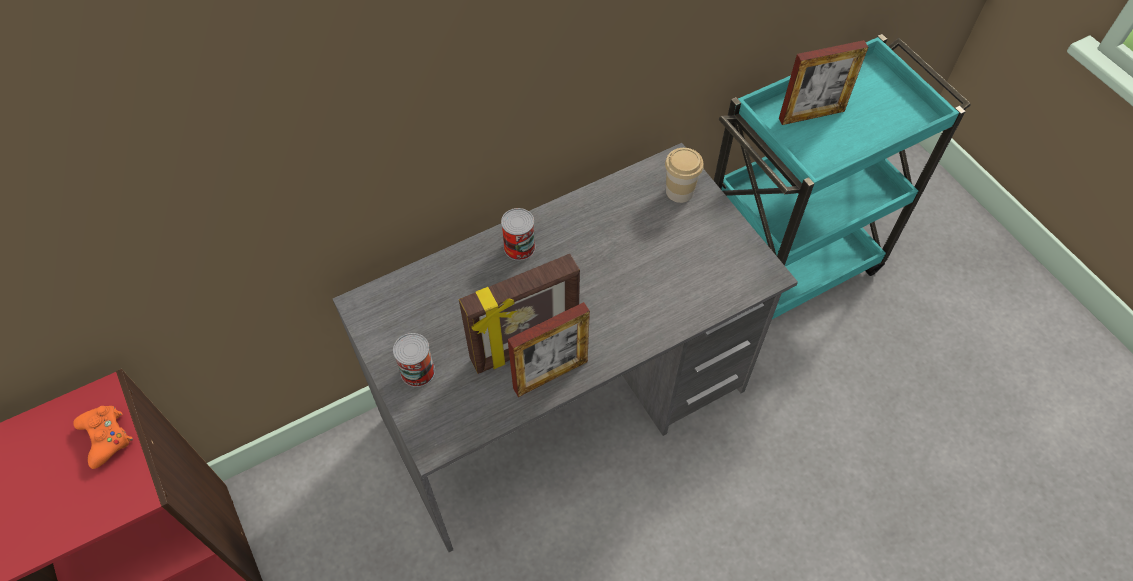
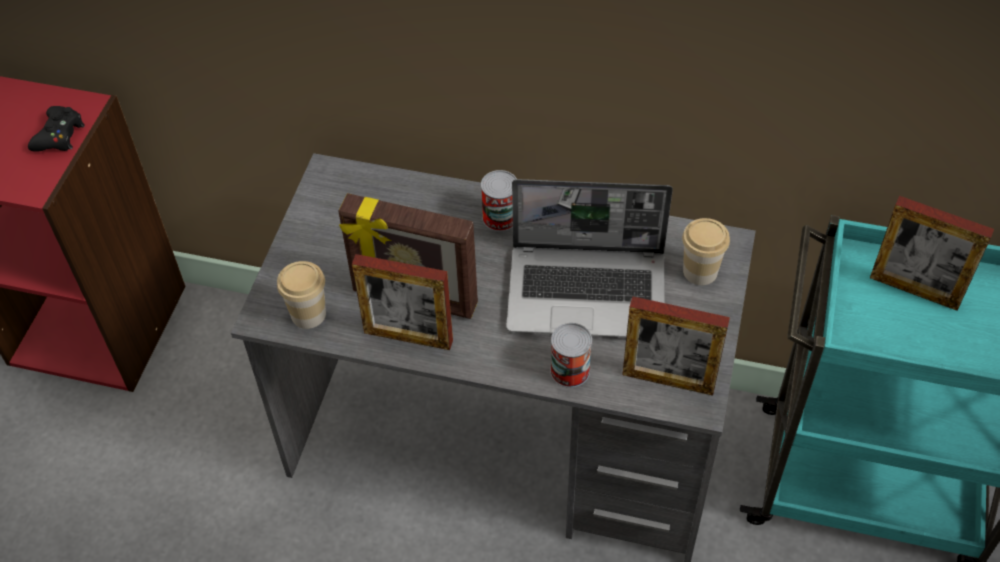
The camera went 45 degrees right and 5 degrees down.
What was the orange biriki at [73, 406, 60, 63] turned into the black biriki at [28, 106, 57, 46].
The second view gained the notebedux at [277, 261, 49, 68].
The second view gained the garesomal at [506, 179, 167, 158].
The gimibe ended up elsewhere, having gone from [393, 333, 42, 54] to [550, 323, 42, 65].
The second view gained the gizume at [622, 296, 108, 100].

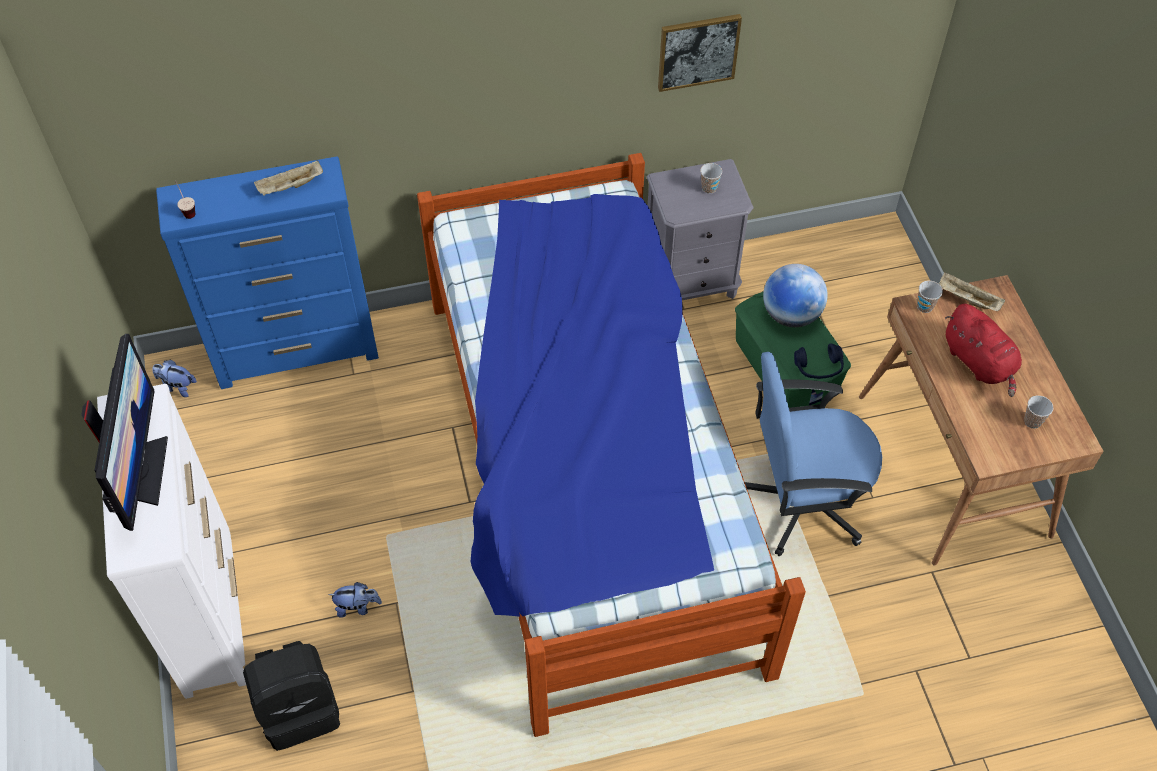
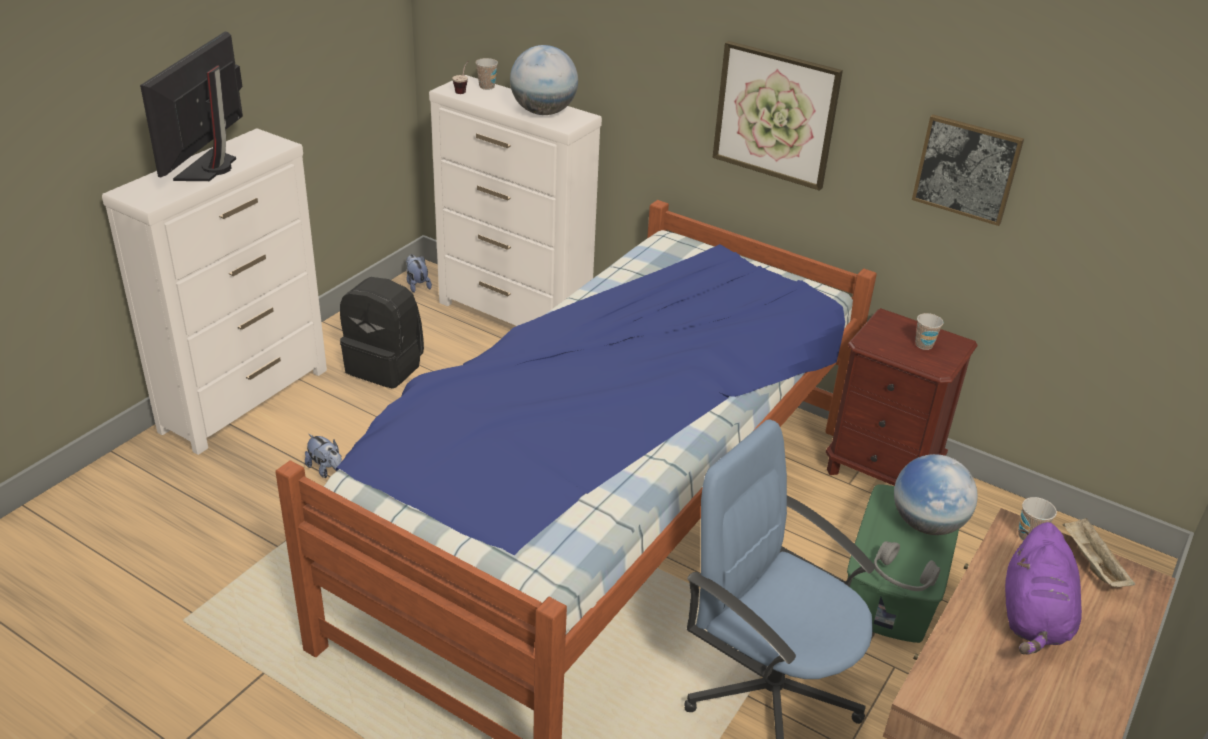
The camera went 45 degrees right and 20 degrees down.
The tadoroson at [81, 334, 87, 197] ended up facing another way, 150 degrees clockwise from before.
The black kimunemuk ended up elsewhere, having gone from [243, 641, 97, 110] to [340, 277, 84, 111].
What was the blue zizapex at [156, 156, 223, 233] turned into the white zizapex at [429, 75, 173, 251].
The notebedux ended up elsewhere, having gone from [1024, 395, 29, 34] to [475, 58, 23, 32].
Where the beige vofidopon stood at [254, 160, 69, 36], the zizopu came to stand at [510, 45, 68, 70].
The second view gained the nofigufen at [713, 41, 130, 150].
What was the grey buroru at [647, 159, 107, 141] turned into the brown buroru at [826, 308, 152, 178].
What was the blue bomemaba at [794, 344, 50, 35] turned into the grey bomemaba at [874, 541, 66, 50].
What was the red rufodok at [945, 304, 77, 93] turned into the purple rufodok at [1005, 522, 77, 133].

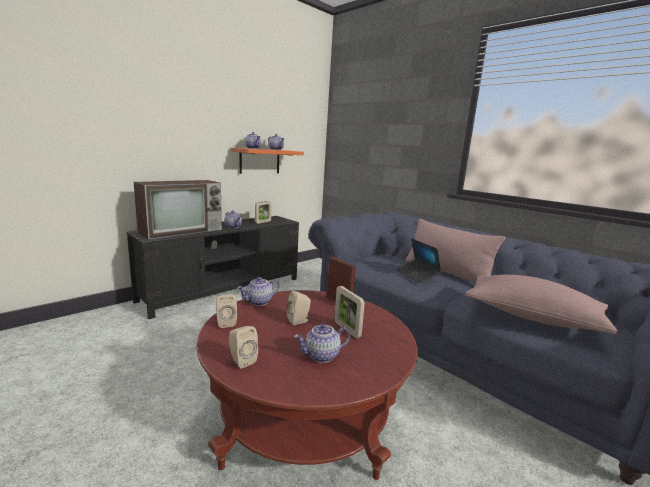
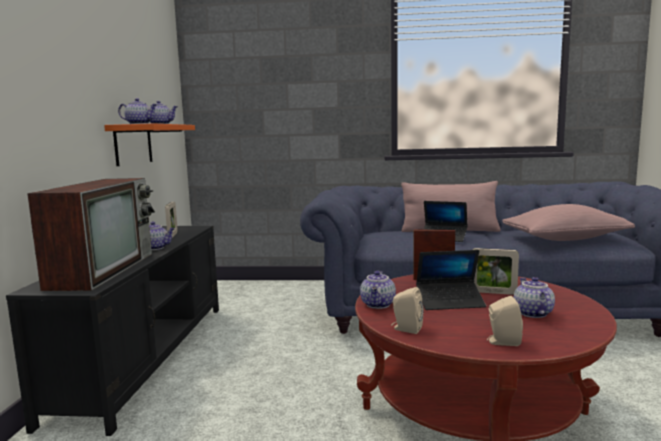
The camera went 40 degrees left and 5 degrees down.
Where the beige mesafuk stood at [287, 291, 24, 34], the garesomal came to stand at [416, 250, 70, 60].
The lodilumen at [294, 324, 56, 39] ended up facing another way, 150 degrees clockwise from before.

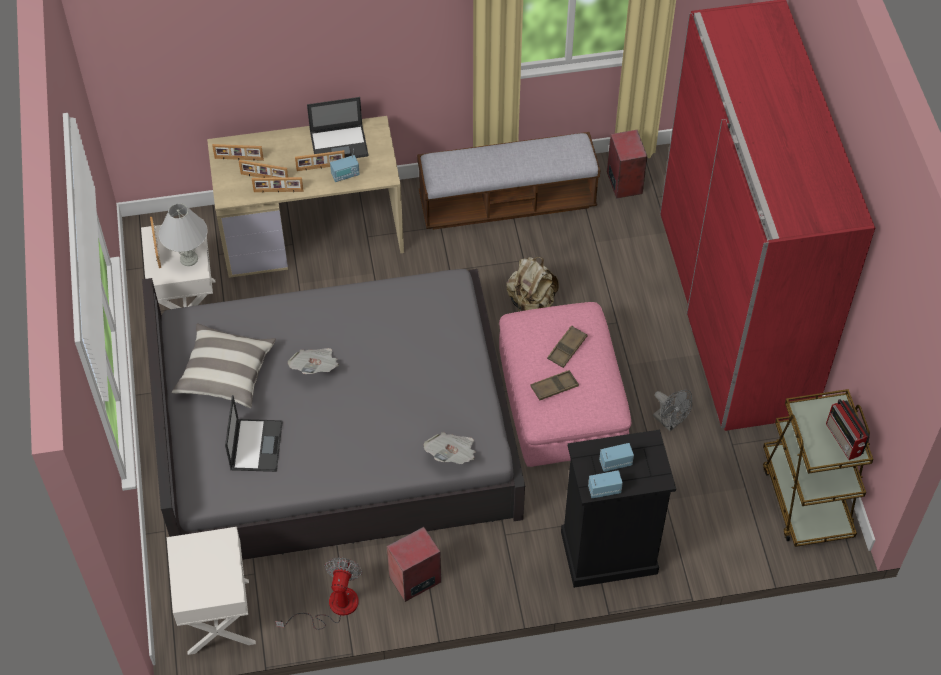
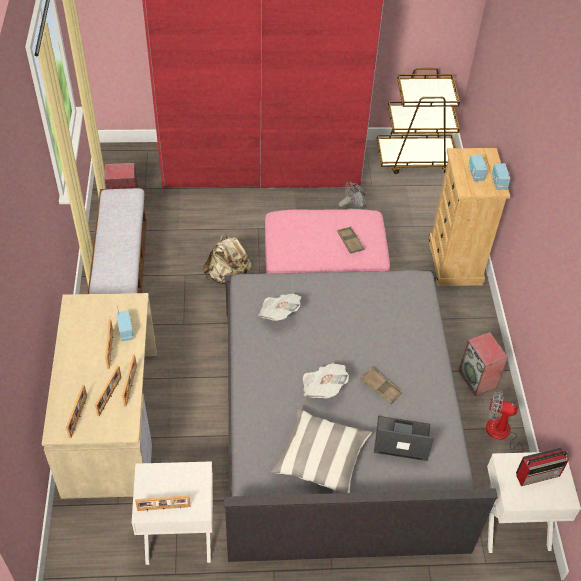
The camera went 85 degrees left and 5 degrees down.
The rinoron ended up elsewhere, having gone from [424, 432, 52, 32] to [258, 293, 43, 28].
The brown vofidopon ended up elsewhere, having gone from [547, 325, 41, 43] to [360, 367, 42, 37].
What was the black zizapex at [561, 430, 115, 158] turned into the beige zizapex at [429, 148, 81, 138].
The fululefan ended up elsewhere, having gone from [826, 399, 44, 61] to [516, 447, 53, 39].
The second view lost the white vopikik at [159, 203, 48, 63].
The second view lost the garesomal at [307, 97, 62, 61].

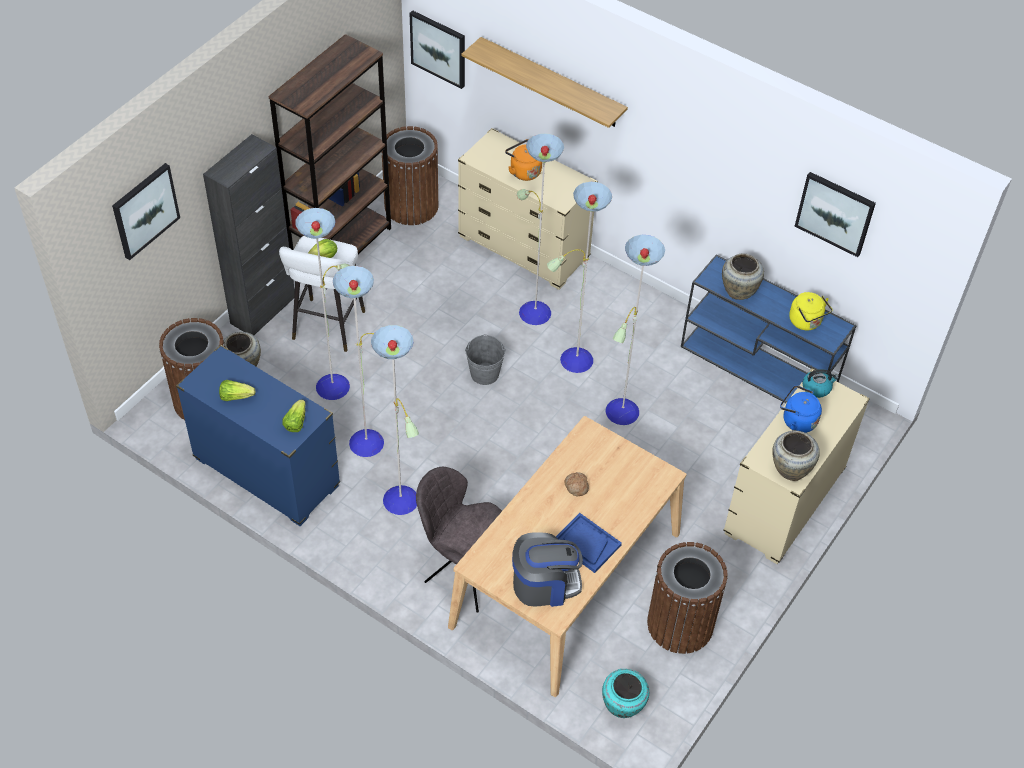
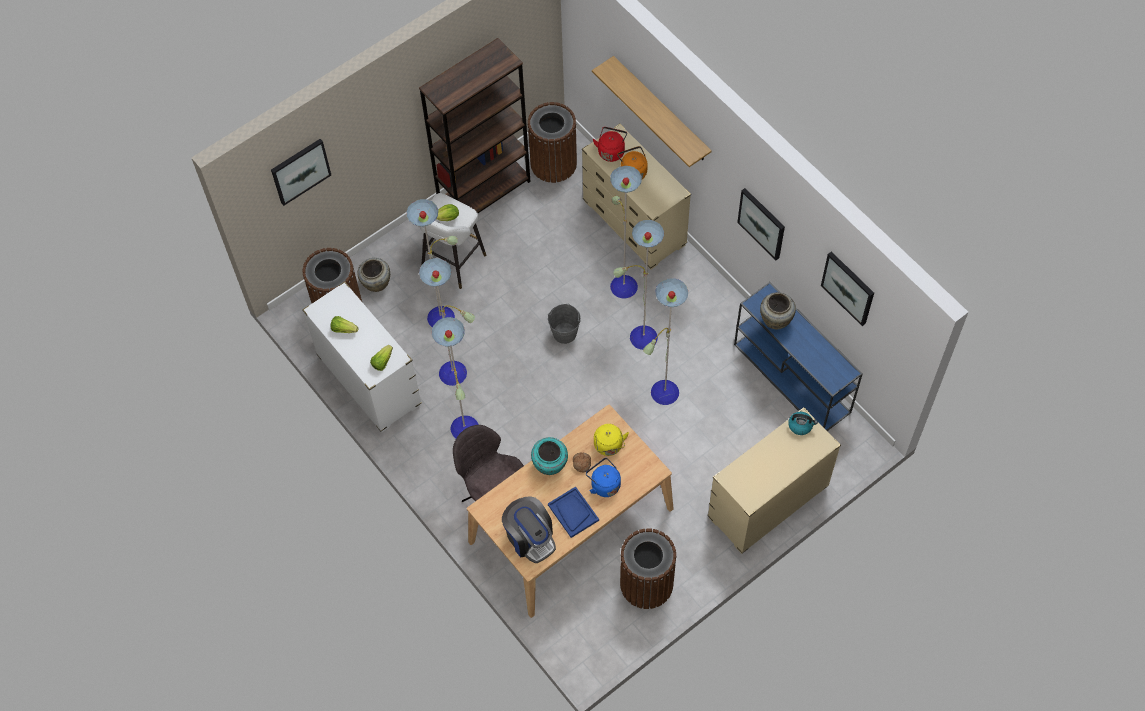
The camera went 20 degrees right and 10 degrees up.
What was the blue zizapex at [176, 345, 164, 181] turned into the white zizapex at [302, 281, 120, 151].
The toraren at [512, 532, 71, 75] ended up facing another way, 45 degrees clockwise from before.
The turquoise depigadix ended up elsewhere, having gone from [602, 669, 47, 49] to [531, 437, 37, 38].
The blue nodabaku ended up elsewhere, having gone from [780, 385, 42, 48] to [586, 458, 35, 39].
The second view gained the red nodabaku at [593, 127, 34, 35].
The yellow nodabaku ended up elsewhere, having gone from [789, 292, 43, 38] to [594, 424, 35, 32].
The nofigufen ended up elsewhere, having gone from [410, 10, 55, 79] to [737, 188, 48, 72].
The second view lost the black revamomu at [203, 134, 92, 201].
The second view lost the beige depigadix at [772, 431, 48, 50].

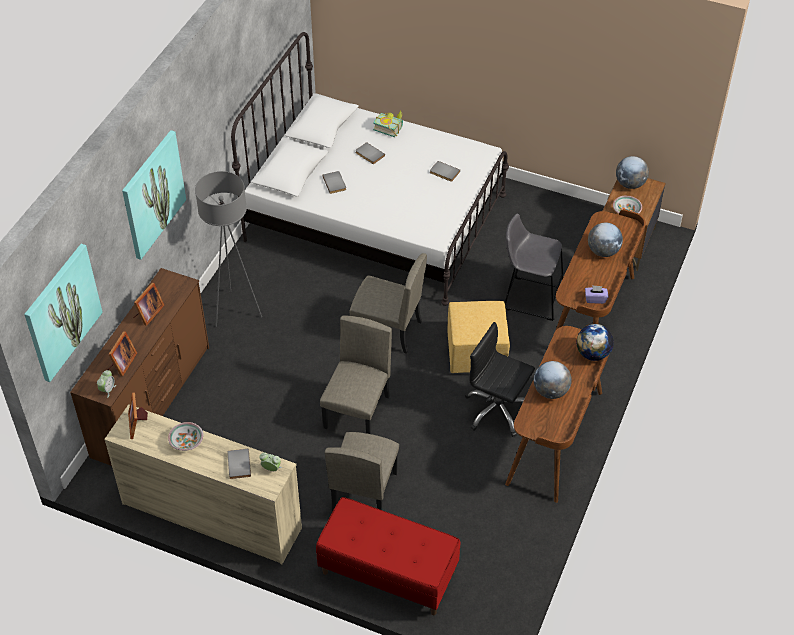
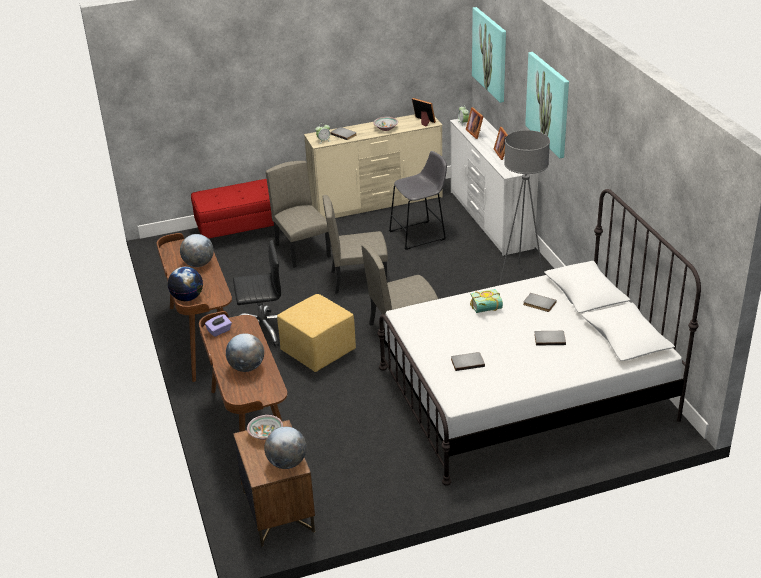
The camera went 140 degrees right and 15 degrees down.
The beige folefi at [320, 315, 72, 119] ended up facing another way, 105 degrees clockwise from before.
The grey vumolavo ended up elsewhere, having gone from [505, 214, 58, 107] to [389, 151, 58, 99].
What was the brown zizapex at [70, 268, 139, 198] turned into the white zizapex at [450, 117, 89, 139].
The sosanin ended up elsewhere, having gone from [373, 111, 30, 26] to [470, 289, 33, 24].

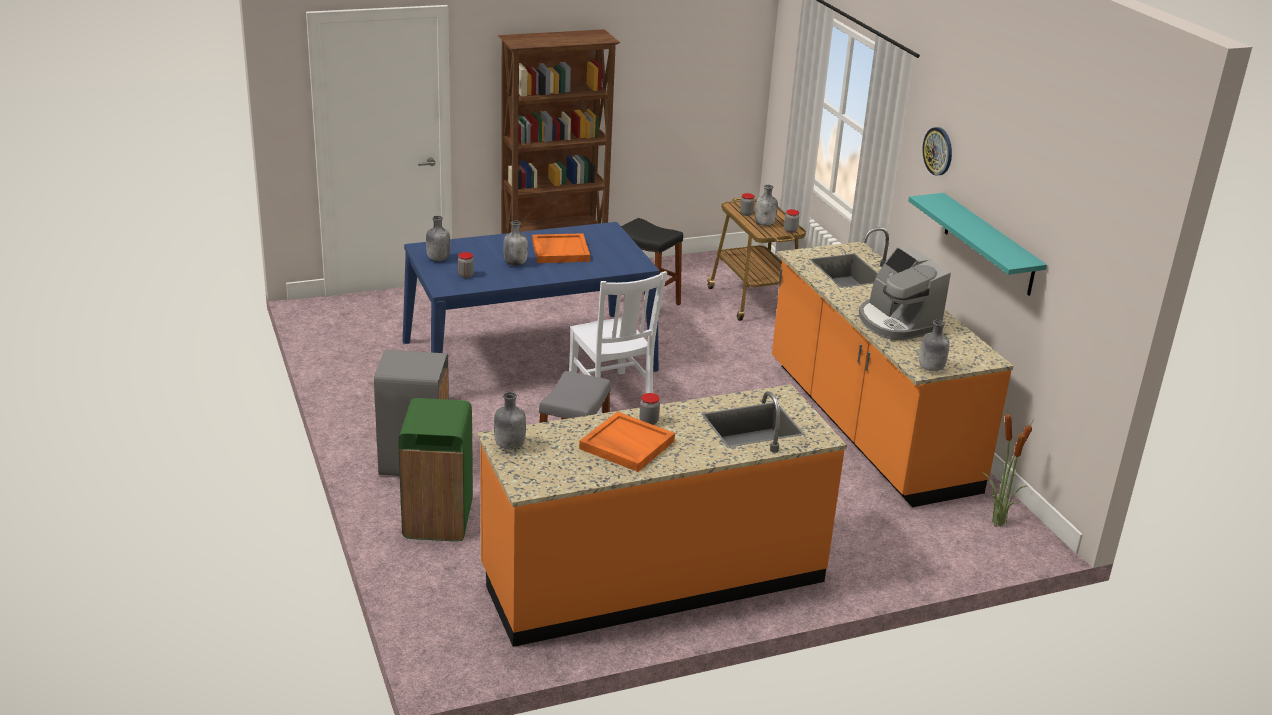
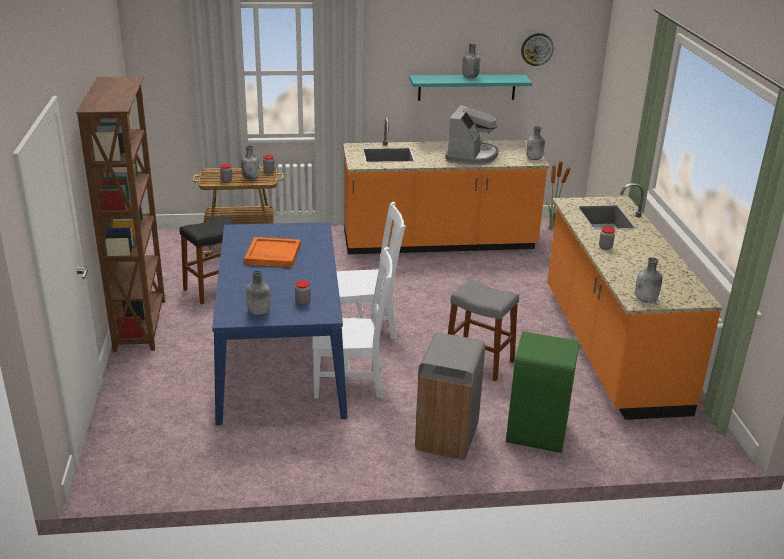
The camera went 75 degrees left and 0 degrees up.
The second view gained the white folefi at [312, 247, 81, 151].
The toraren at [859, 247, 92, 93] ended up facing another way, 60 degrees counterclockwise from before.
The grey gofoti ended up elsewhere, having gone from [503, 220, 25, 46] to [462, 44, 18, 34].
The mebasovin ended up elsewhere, having gone from [922, 127, 30, 49] to [521, 33, 33, 33].
The second view lost the orange vofidopon at [579, 412, 96, 60].

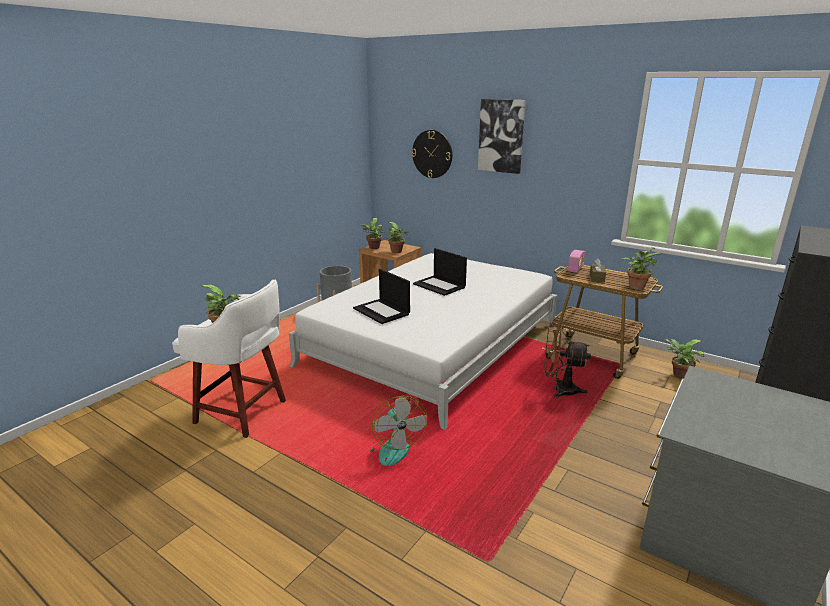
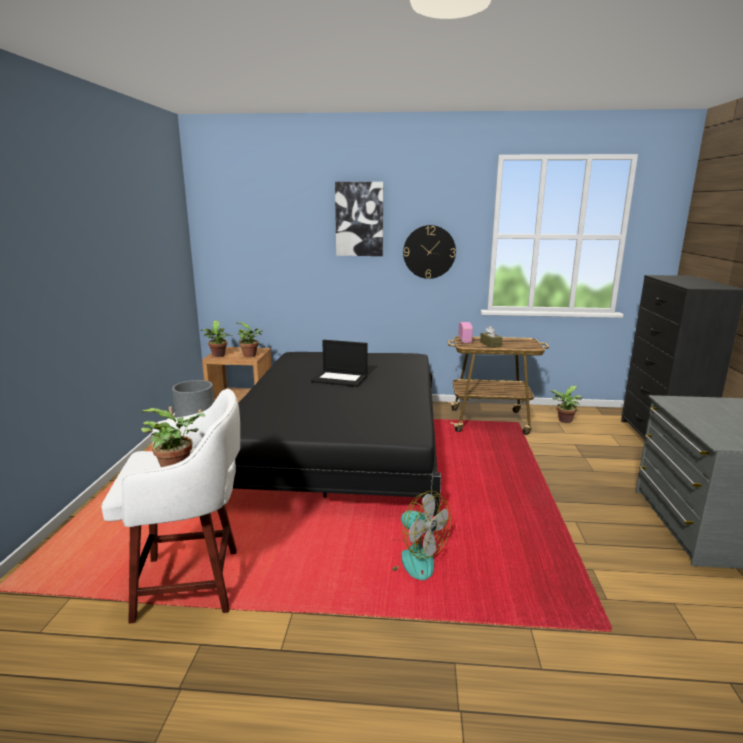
The camera went 30 degrees left and 5 degrees down.
What was the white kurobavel at [289, 253, 268, 177] turned into the black kurobavel at [233, 352, 208, 165].
The mebasovin ended up elsewhere, having gone from [412, 130, 40, 48] to [403, 225, 53, 54].
The second view lost the garesomal at [353, 269, 57, 55].
The second view lost the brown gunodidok at [543, 326, 48, 72].
The second view lost the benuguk at [621, 247, 39, 43].

